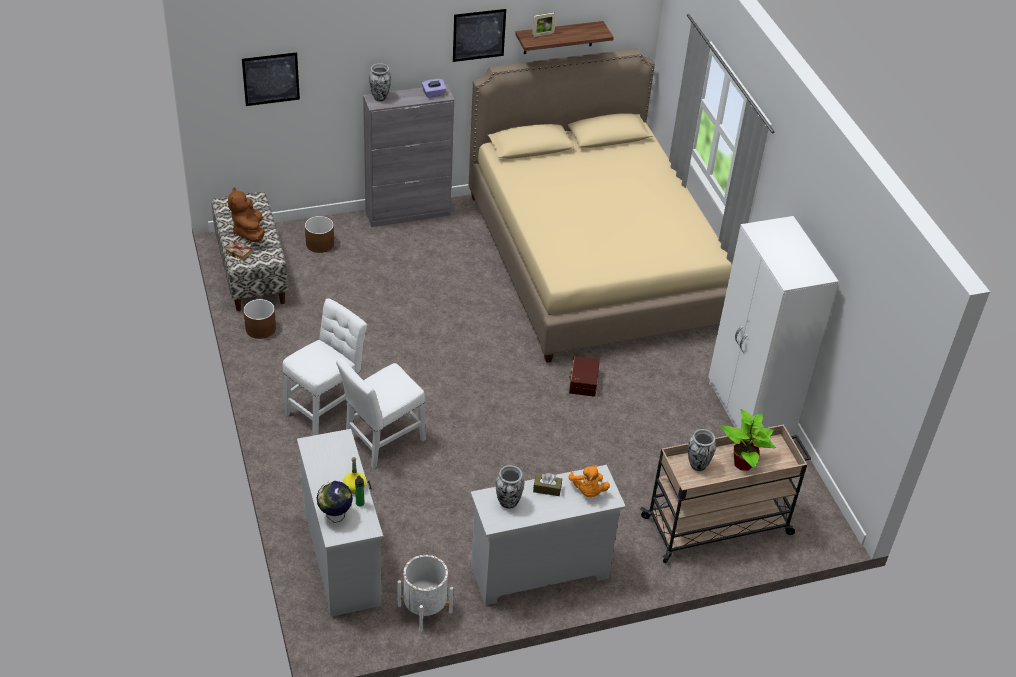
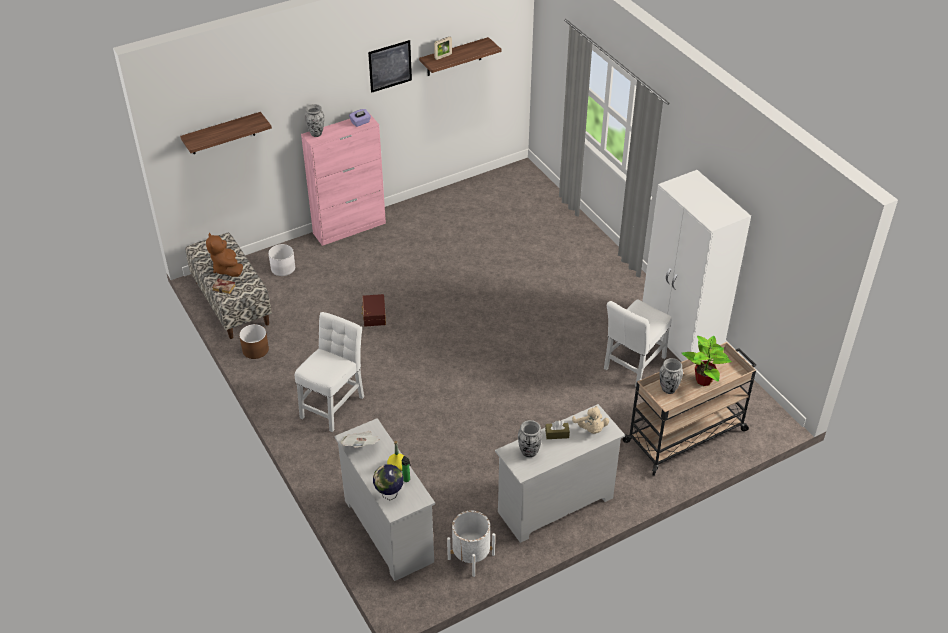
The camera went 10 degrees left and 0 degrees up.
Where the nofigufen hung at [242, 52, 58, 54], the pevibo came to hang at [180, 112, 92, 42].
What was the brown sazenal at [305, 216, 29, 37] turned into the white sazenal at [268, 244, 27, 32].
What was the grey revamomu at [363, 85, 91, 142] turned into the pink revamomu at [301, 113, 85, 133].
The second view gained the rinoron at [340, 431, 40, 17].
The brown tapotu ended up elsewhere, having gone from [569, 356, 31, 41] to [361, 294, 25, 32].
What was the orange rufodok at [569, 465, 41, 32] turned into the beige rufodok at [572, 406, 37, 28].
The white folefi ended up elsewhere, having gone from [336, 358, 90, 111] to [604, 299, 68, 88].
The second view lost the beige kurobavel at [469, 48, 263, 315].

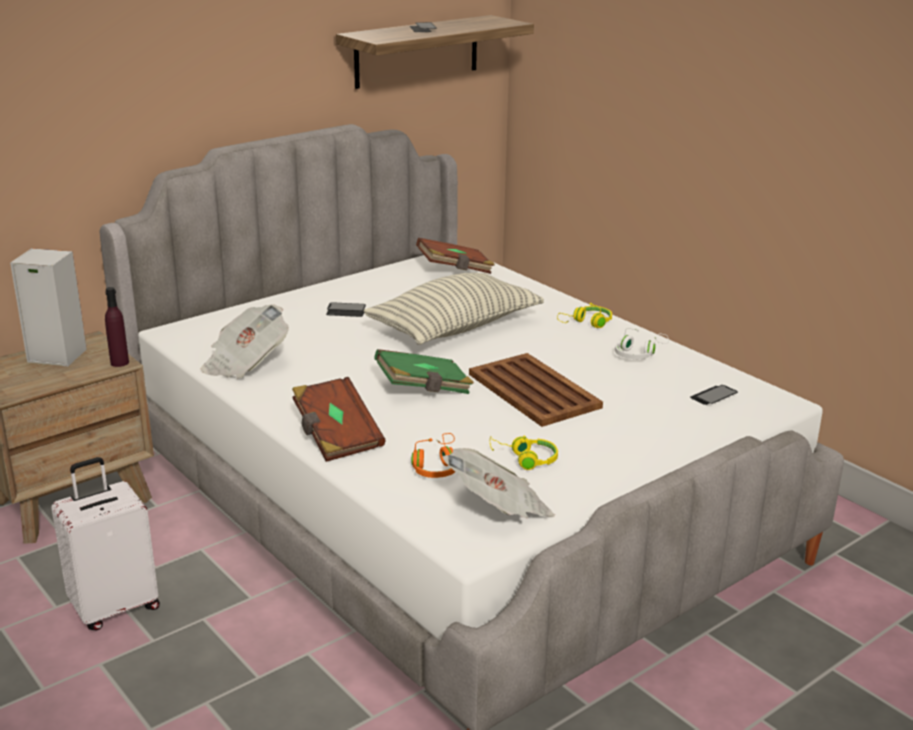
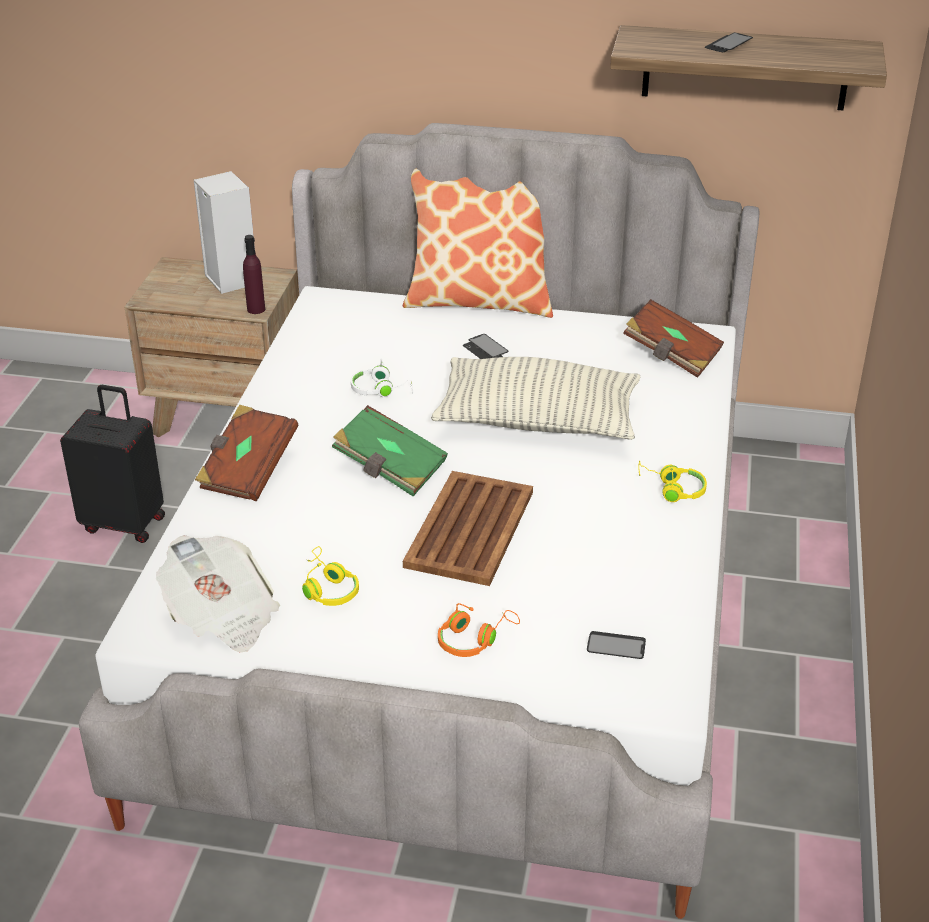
The camera went 50 degrees right and 10 degrees up.
What was the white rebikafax at [51, 457, 109, 173] turned into the black rebikafax at [60, 385, 105, 158].
The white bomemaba ended up elsewhere, having gone from [615, 328, 54, 31] to [351, 358, 62, 39].
The second view gained the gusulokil at [403, 168, 150, 150].
The orange bomemaba ended up elsewhere, having gone from [411, 433, 44, 45] to [438, 603, 82, 54].
The second view lost the rinoron at [201, 304, 88, 74].

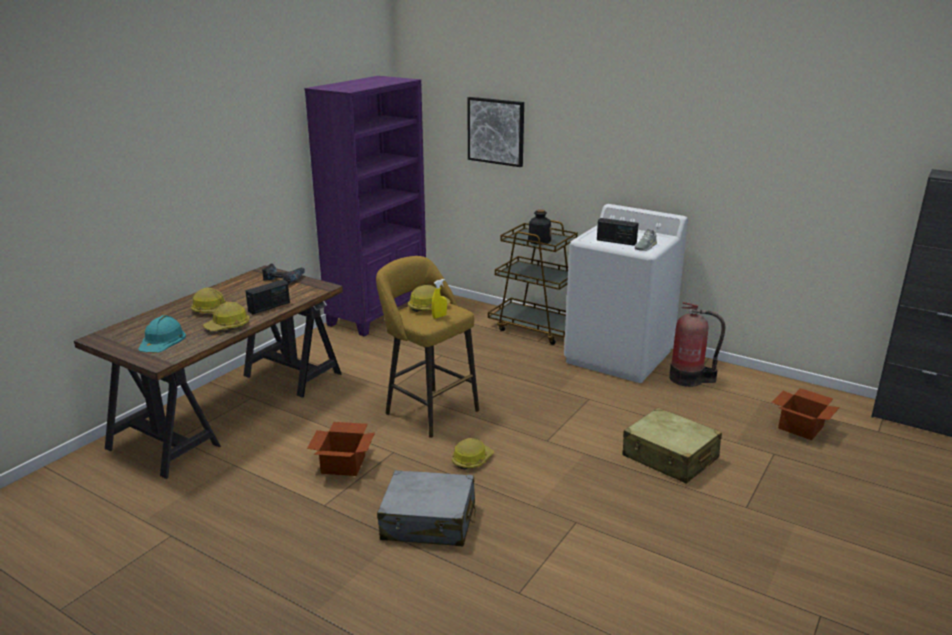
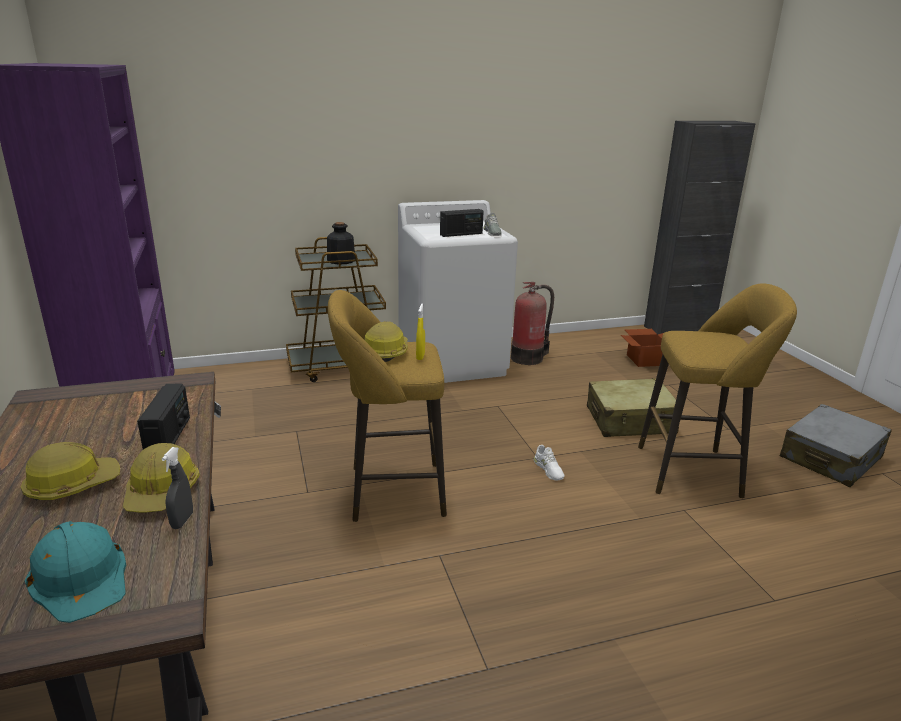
The camera went 50 degrees left and 0 degrees up.
The second view gained the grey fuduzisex at [162, 447, 31, 82].
The second view gained the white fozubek at [534, 445, 31, 35].
The second view gained the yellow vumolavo at [638, 283, 159, 215].
The grey rebikafax ended up elsewhere, having gone from [377, 470, 99, 76] to [780, 404, 112, 83].
The second view lost the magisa at [262, 263, 43, 21].
The second view lost the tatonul at [307, 422, 68, 54].
The second view lost the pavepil at [452, 438, 42, 31].
The second view lost the nofigufen at [467, 97, 57, 70].

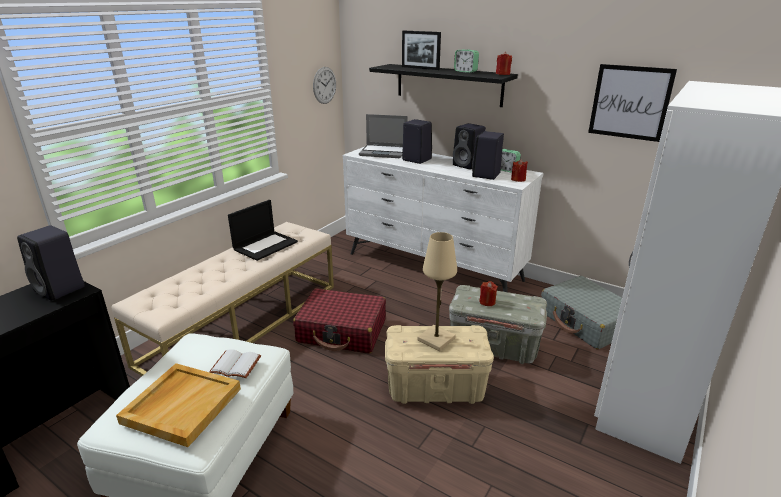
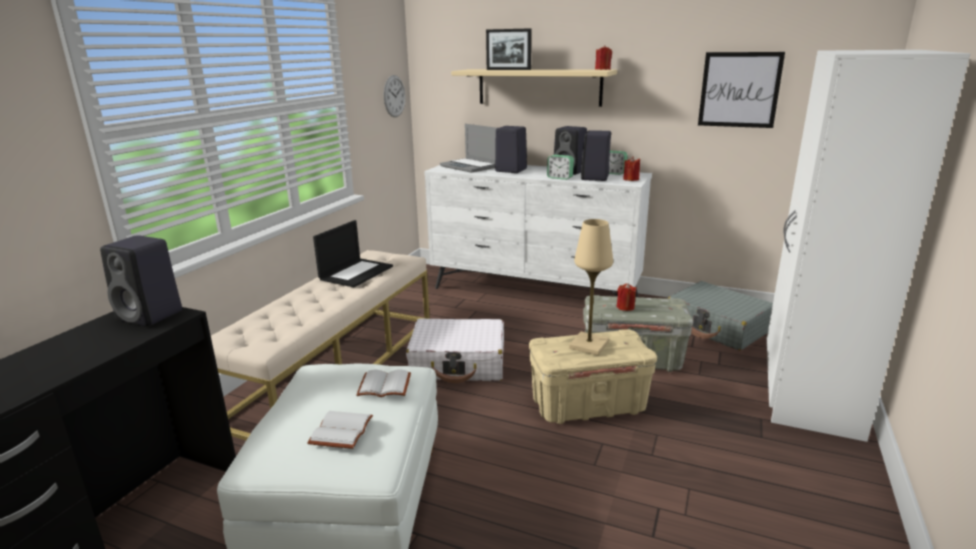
The camera went 10 degrees left and 5 degrees down.
Where the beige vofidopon stood at [116, 363, 125, 84], the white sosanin came to stand at [308, 411, 65, 38].
What was the red rebikafax at [293, 288, 93, 65] turned into the white rebikafax at [406, 318, 98, 65].
The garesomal at [359, 114, 49, 44] ended up facing another way, 45 degrees clockwise from before.
What was the black pevibo at [369, 64, 149, 43] turned into the beige pevibo at [451, 69, 166, 38].
The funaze ended up elsewhere, having gone from [454, 50, 25, 23] to [547, 155, 27, 25].

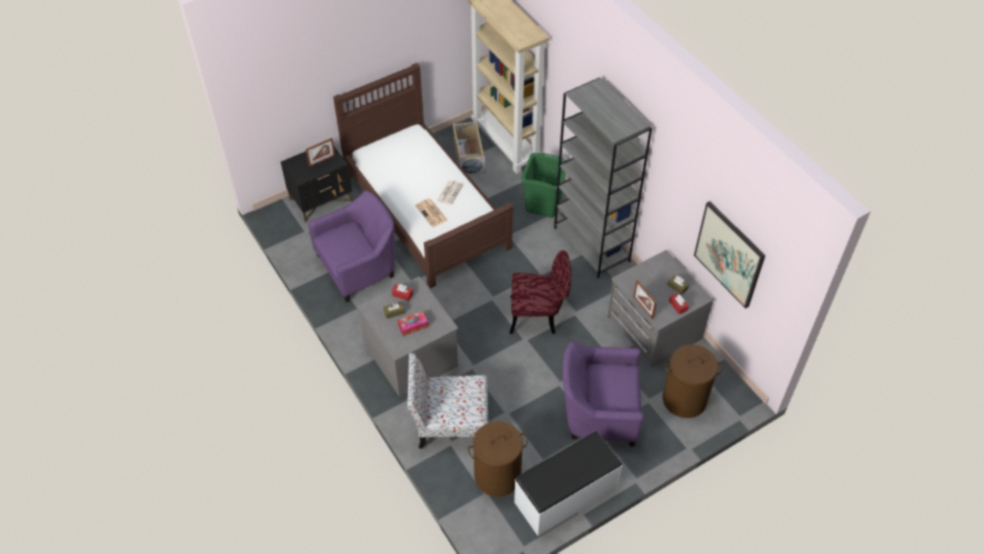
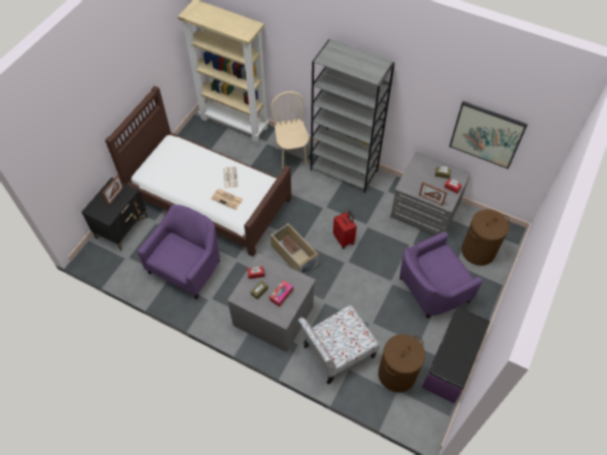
The camera went 30 degrees left and 5 degrees up.
Where the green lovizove stood at [521, 153, 46, 65], the beige folefi came to stand at [271, 91, 38, 78].
The beige tapotu ended up elsewhere, having gone from [453, 121, 32, 54] to [271, 223, 48, 51].
Where the red folefi stood at [510, 250, 62, 84], the red rebikafax came to stand at [333, 211, 24, 38].
What was the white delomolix at [514, 431, 109, 105] turned into the purple delomolix at [422, 306, 68, 97].

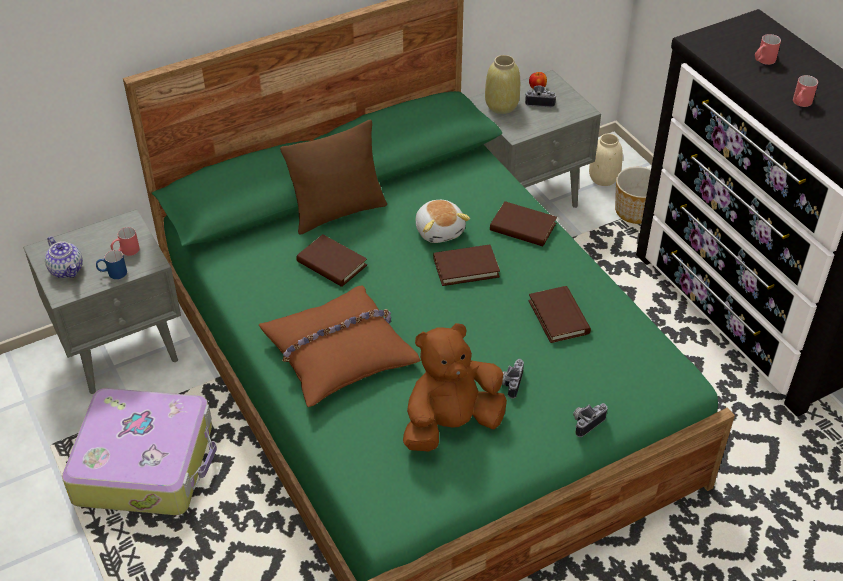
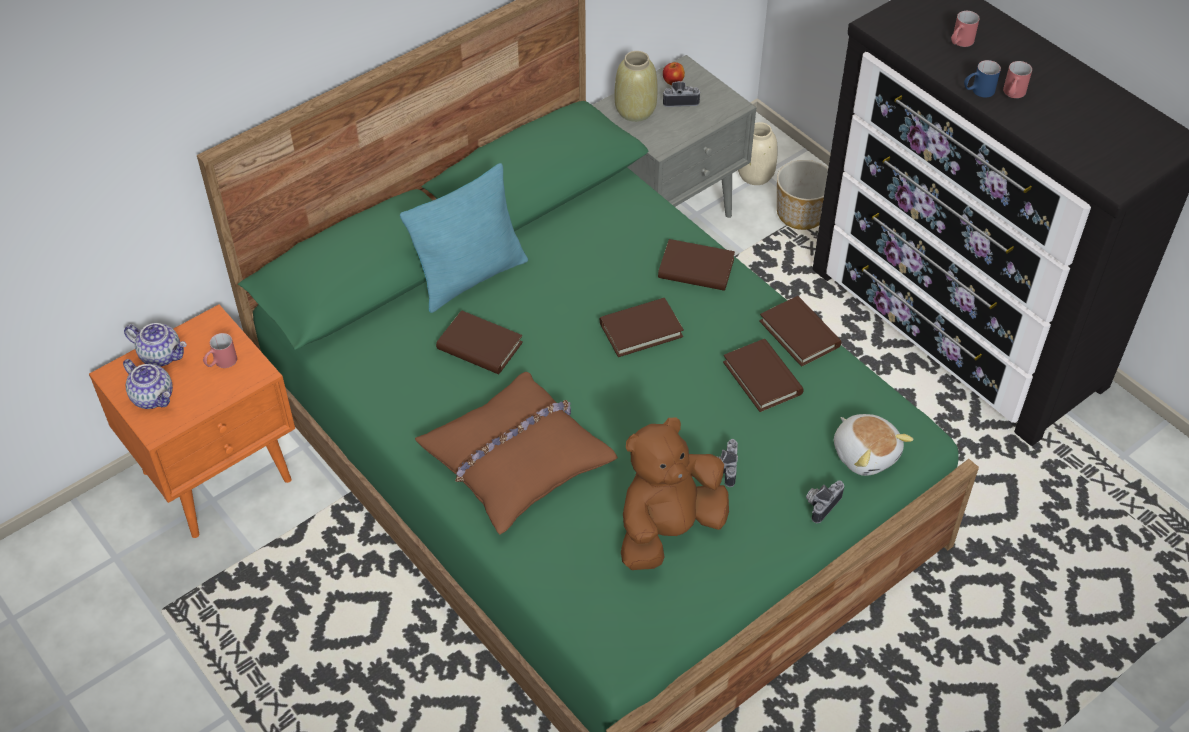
The camera went 10 degrees left and 5 degrees up.
What was the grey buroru at [23, 209, 158, 185] turned into the orange buroru at [89, 304, 206, 234].
The second view gained the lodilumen at [124, 323, 63, 44].
What was the brown gusulokil at [280, 120, 107, 114] turned into the turquoise gusulokil at [400, 163, 128, 150].
The second view gained the brown sosanin at [759, 296, 82, 71].
The rufodok ended up elsewhere, having gone from [416, 200, 54, 43] to [834, 414, 79, 62].
The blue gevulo ended up elsewhere, having gone from [96, 250, 31, 29] to [964, 60, 37, 37].
The second view lost the rebikafax at [62, 388, 155, 127].

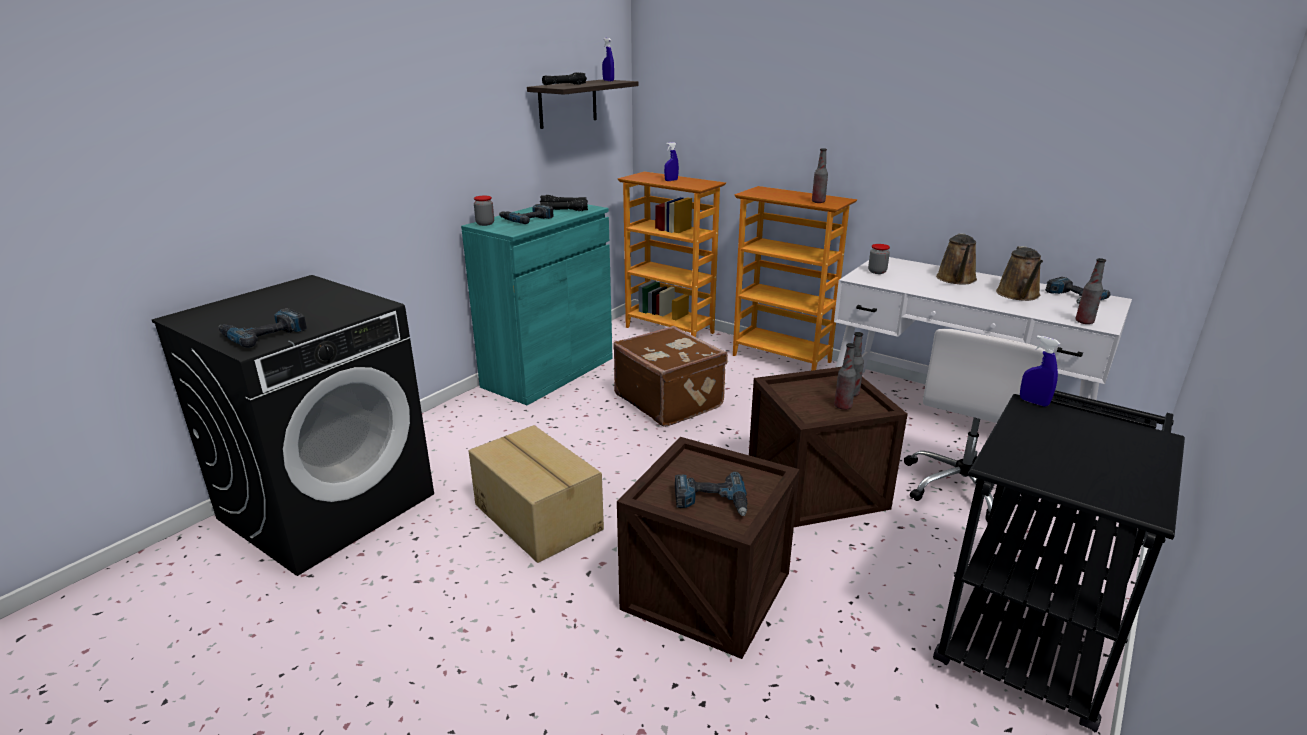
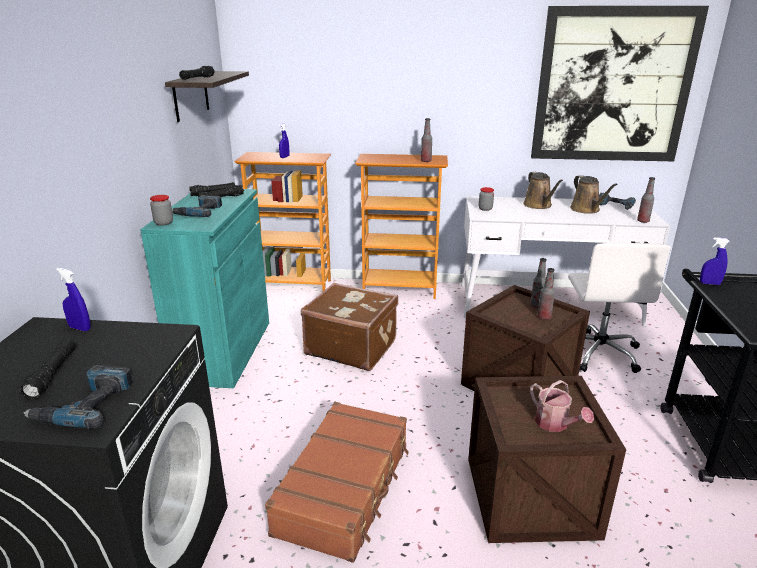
The camera went 30 degrees left and 0 degrees up.
The second view gained the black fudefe at [19, 339, 56, 61].
The blue fuduzisex ended up elsewhere, having gone from [602, 38, 12, 43] to [56, 268, 35, 63].
Where the tatonul stood at [469, 425, 135, 138], the brown rebikafax came to stand at [265, 402, 144, 161].
Where the magisa stood at [675, 472, 72, 44], the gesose came to stand at [530, 380, 64, 52].
The second view gained the nofigufen at [531, 6, 178, 155].

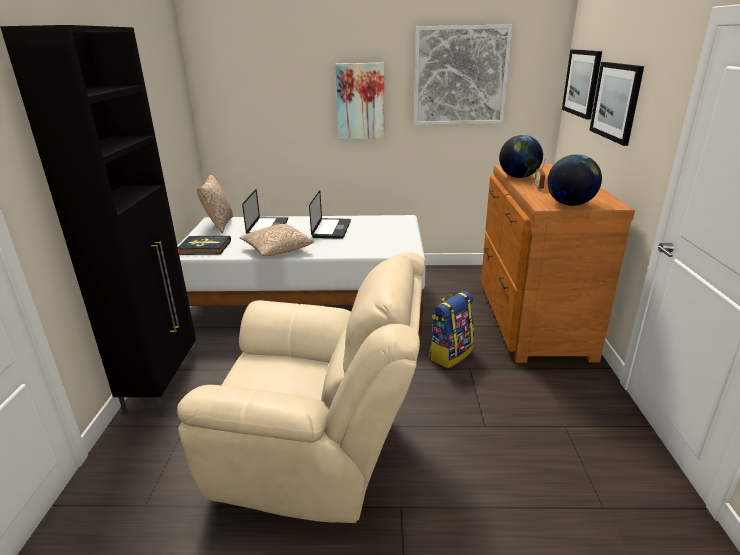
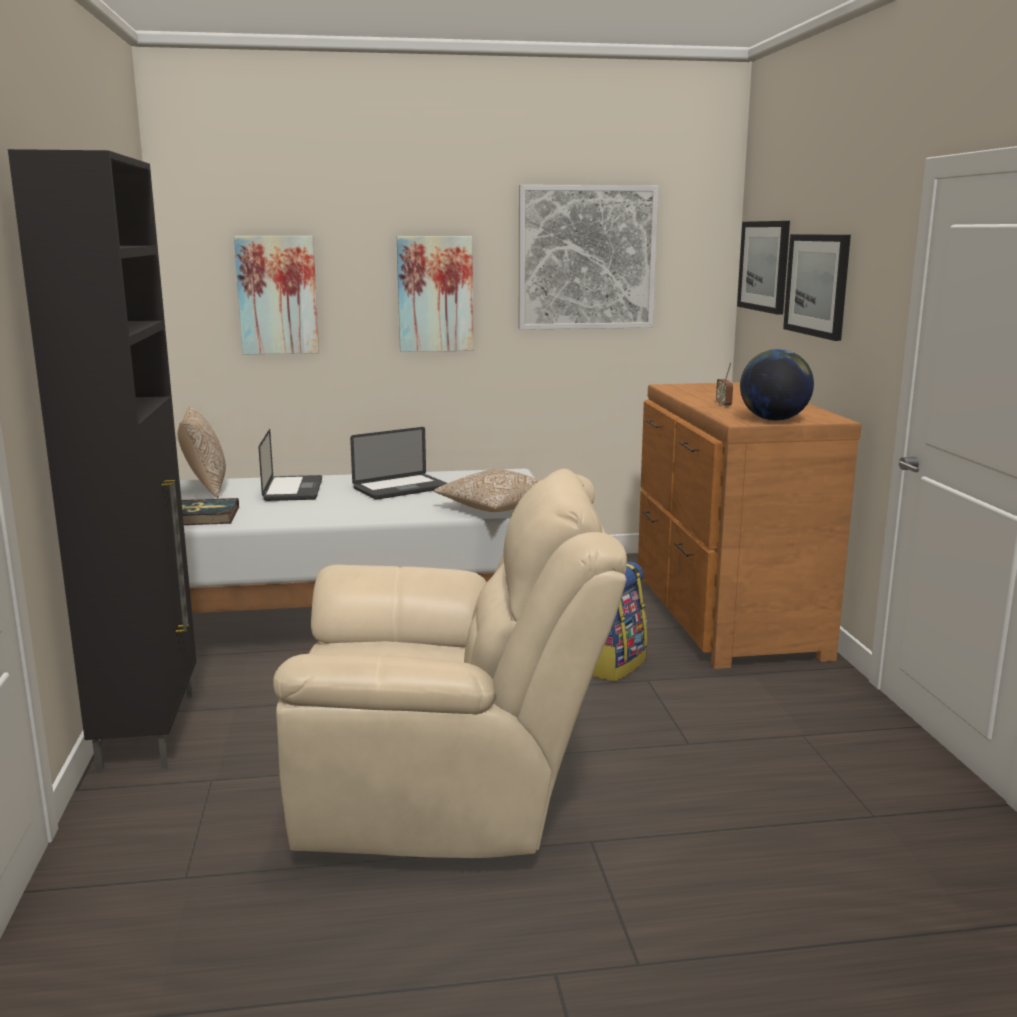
The camera went 10 degrees left and 10 degrees down.
The second view gained the nofigufen at [234, 236, 85, 118].
The garesomal at [309, 190, 42, 49] ended up facing another way, 60 degrees clockwise from before.
The gusulokil ended up elsewhere, having gone from [240, 224, 74, 32] to [434, 469, 106, 43].
The second view lost the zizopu at [499, 135, 44, 43].

